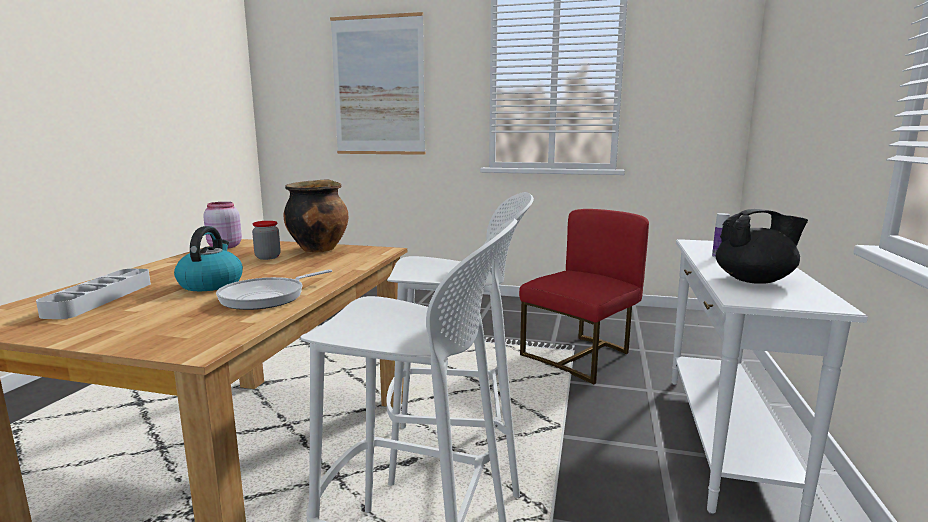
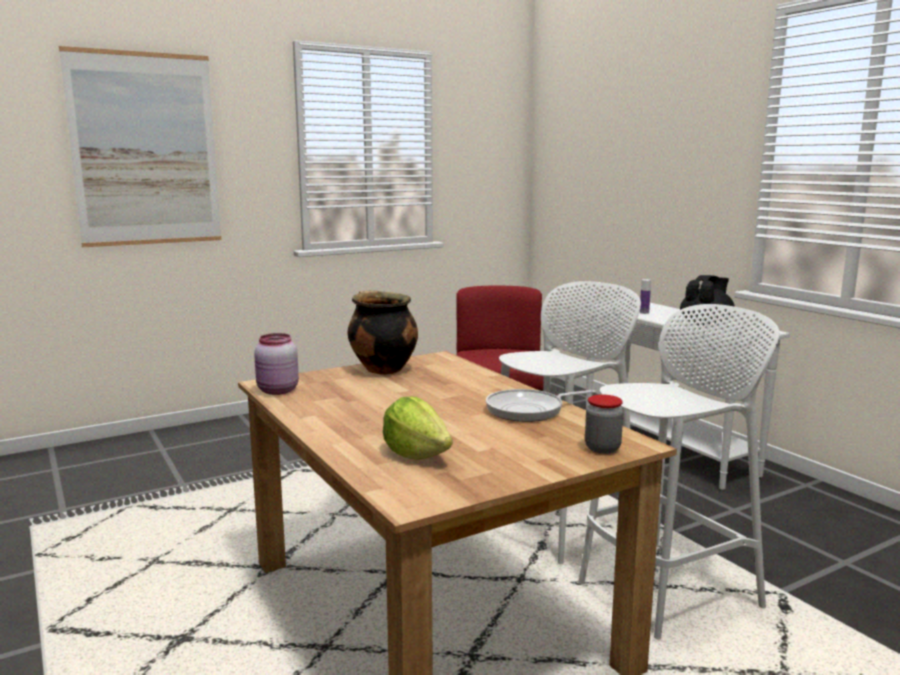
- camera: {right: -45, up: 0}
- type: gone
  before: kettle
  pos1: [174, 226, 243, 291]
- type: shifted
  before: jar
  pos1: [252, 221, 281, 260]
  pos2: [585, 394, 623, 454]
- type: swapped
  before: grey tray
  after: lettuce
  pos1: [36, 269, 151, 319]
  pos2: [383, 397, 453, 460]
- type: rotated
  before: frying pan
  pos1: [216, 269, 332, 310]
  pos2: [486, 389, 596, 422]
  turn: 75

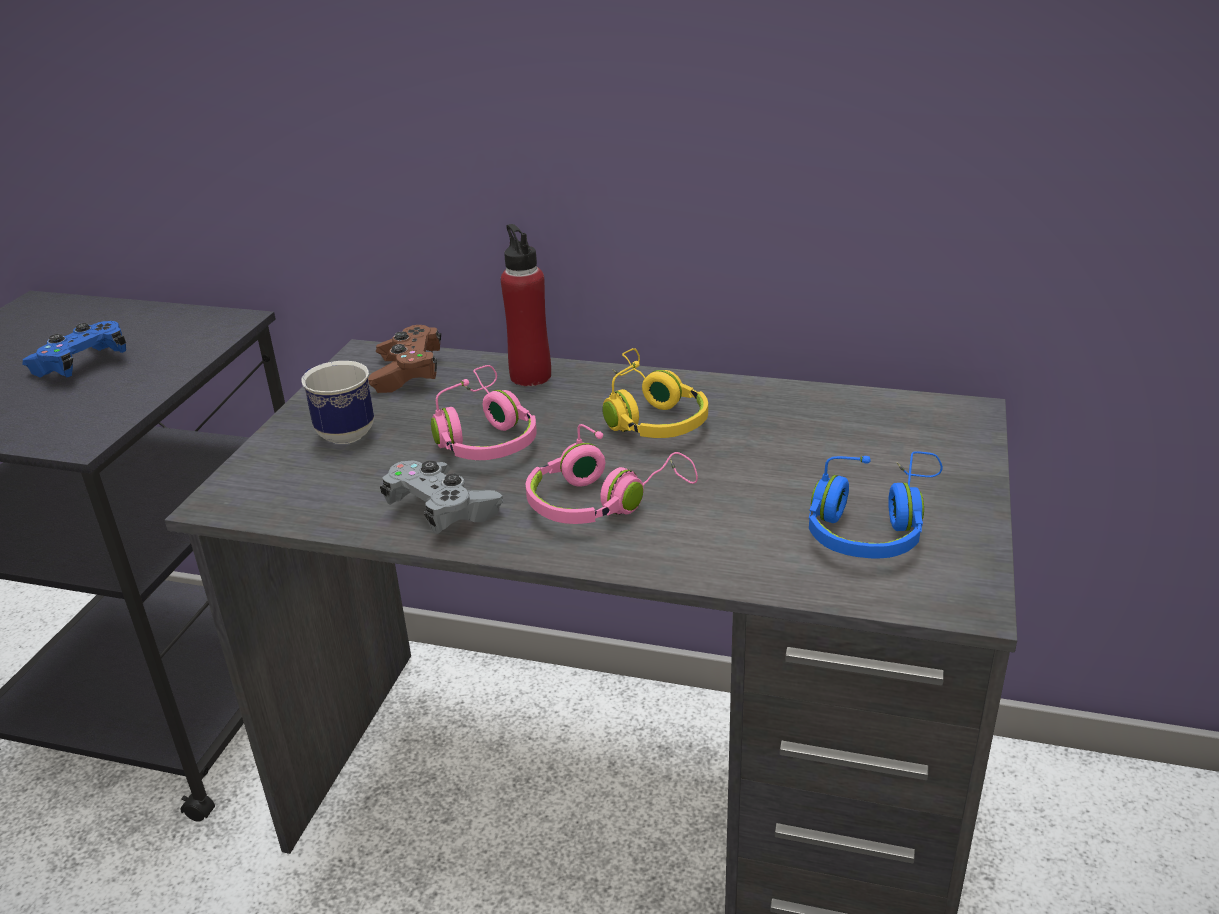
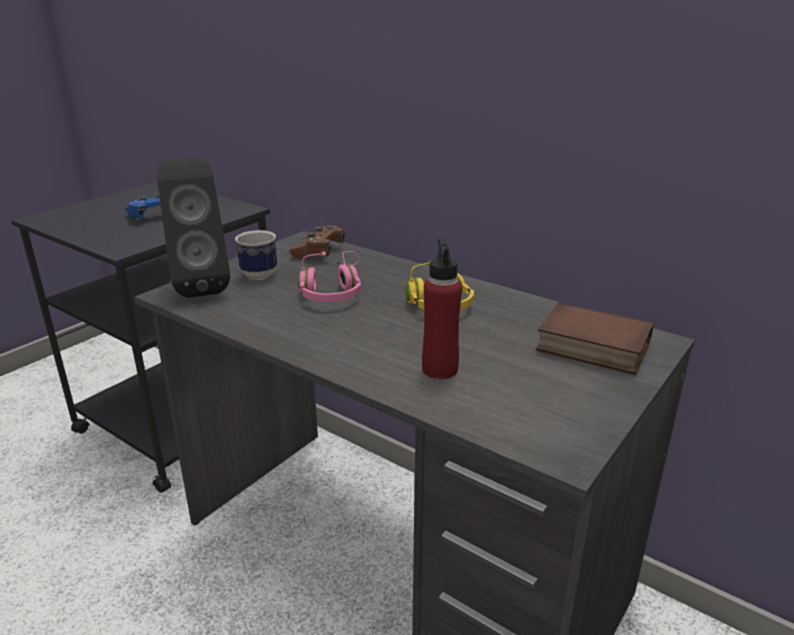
- camera: {right: 20, up: -5}
- type: gone
  before: grey game controller
  pos1: [380, 460, 503, 534]
- type: gone
  before: pink headphones
  pos1: [526, 424, 698, 524]
- type: gone
  before: blue headphones
  pos1: [809, 451, 943, 558]
- type: new
  after: black speaker
  pos2: [157, 158, 230, 298]
- type: new
  after: book
  pos2: [536, 302, 653, 375]
- type: shifted
  before: red bottle
  pos1: [501, 224, 551, 386]
  pos2: [422, 238, 462, 379]

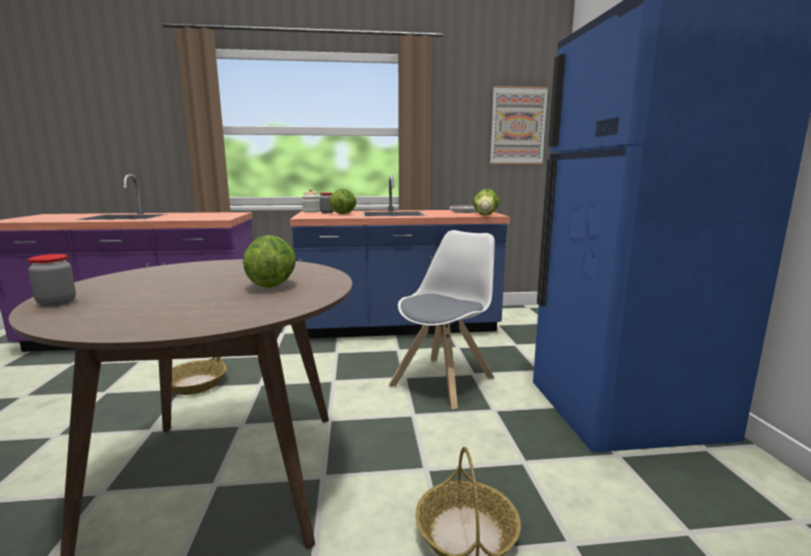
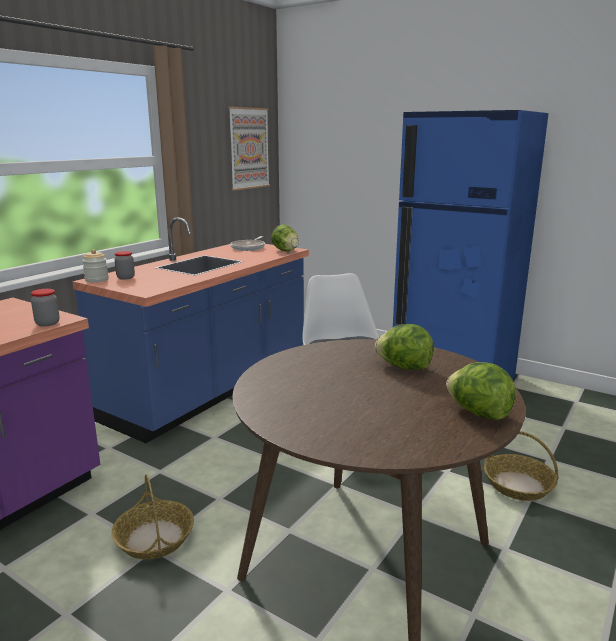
- camera: {right: -50, up: 5}
- type: shifted
  before: jar
  pos1: [28, 254, 76, 307]
  pos2: [31, 289, 60, 326]
- type: shifted
  before: lettuce
  pos1: [329, 188, 356, 214]
  pos2: [446, 362, 516, 420]

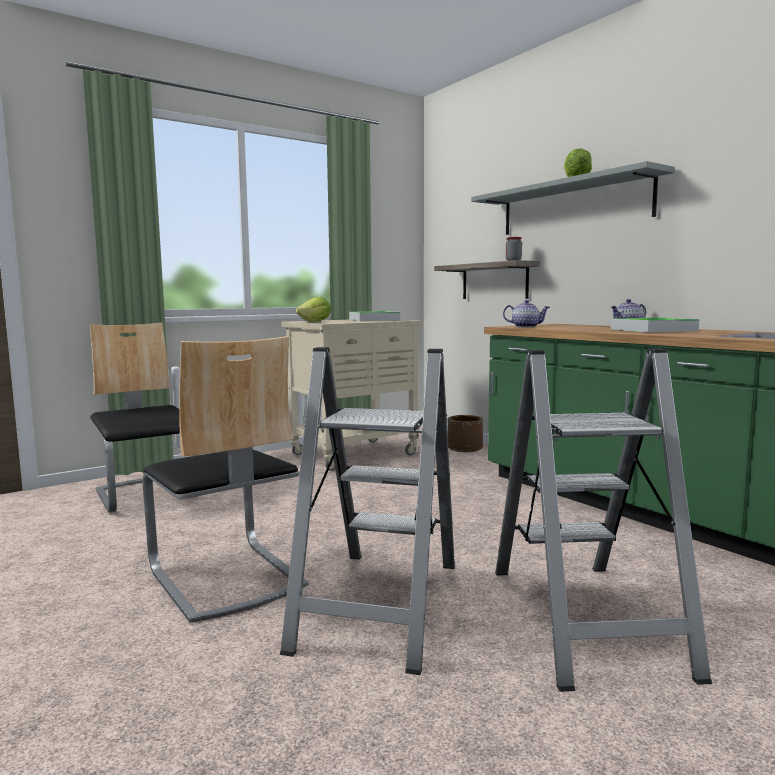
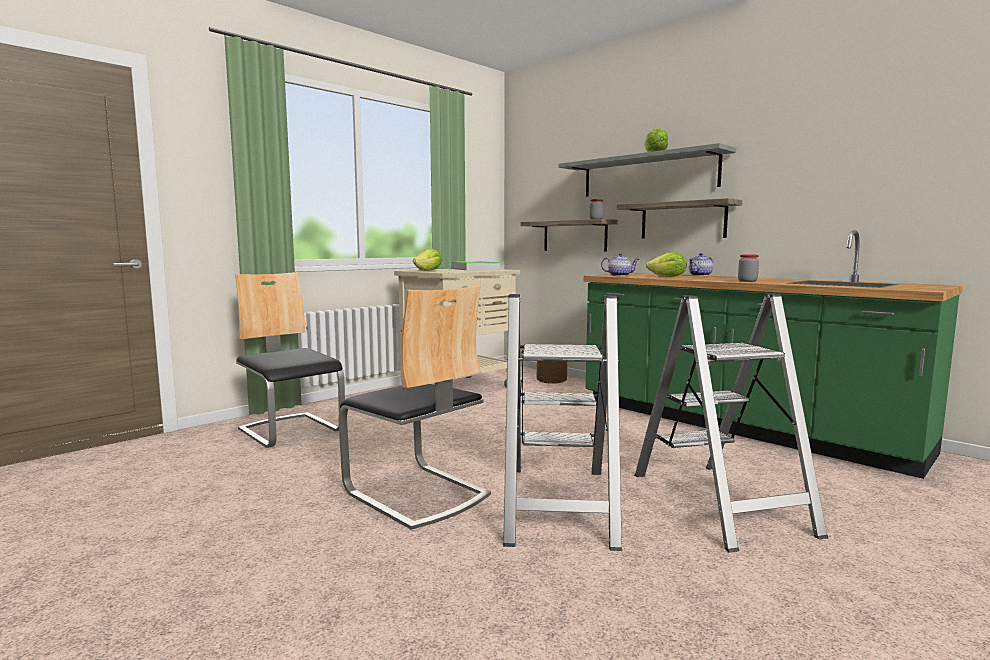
- camera: {right: -10, up: 0}
- type: gone
  before: tray
  pos1: [611, 318, 699, 333]
- type: new
  after: shelf
  pos2: [617, 198, 742, 239]
- type: new
  after: lettuce
  pos2: [646, 252, 687, 277]
- type: new
  after: jar
  pos2: [738, 254, 759, 282]

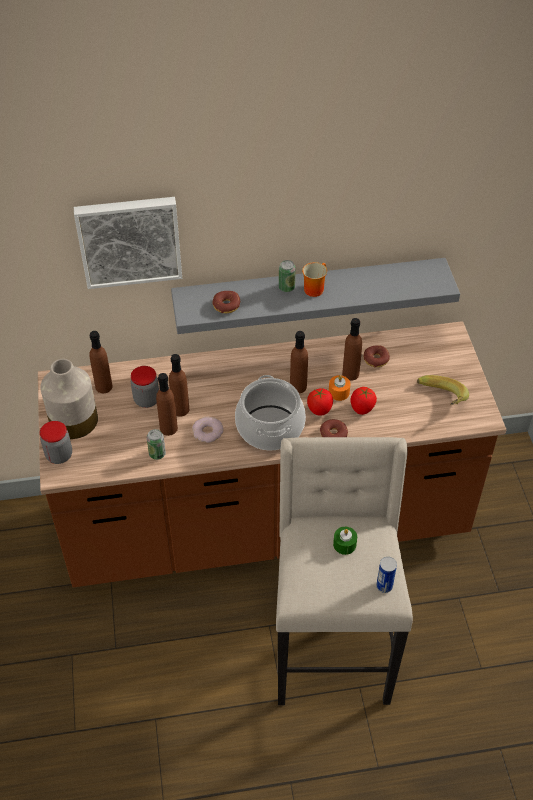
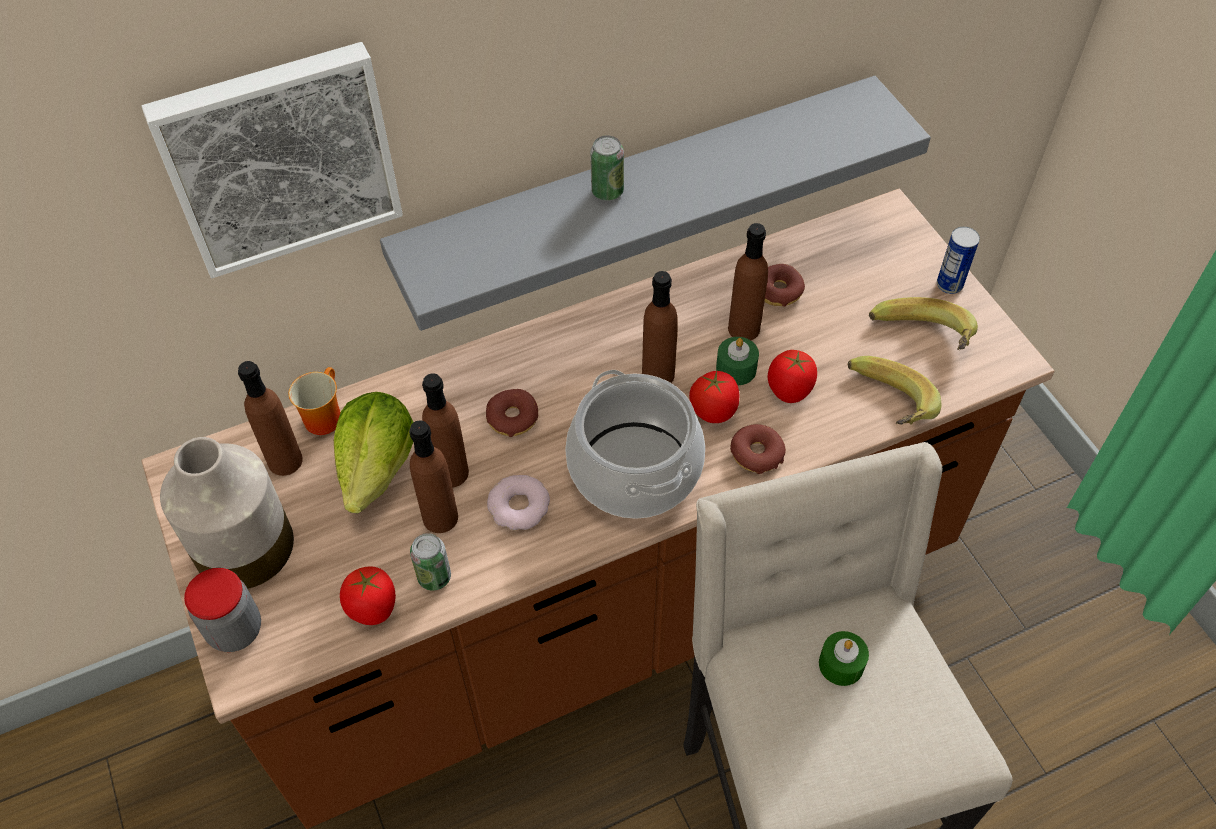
- camera: {right: -15, up: 5}
- type: new
  after: tomato
  pos2: [340, 566, 396, 625]
- type: new
  after: banana
  pos2: [848, 356, 942, 425]
- type: shifted
  before: donut
  pos1: [212, 291, 240, 313]
  pos2: [486, 389, 538, 437]
- type: shifted
  before: mug
  pos1: [302, 262, 327, 297]
  pos2: [288, 367, 341, 435]
- type: shifted
  before: can
  pos1: [376, 557, 397, 593]
  pos2: [937, 227, 980, 294]
- type: swapped
  before: jar
  after: lettuce
  pos1: [131, 366, 159, 408]
  pos2: [334, 392, 414, 513]
- type: repainted
  before: orange candle
  after: green candle
  pos1: [329, 375, 351, 401]
  pos2: [716, 337, 759, 385]

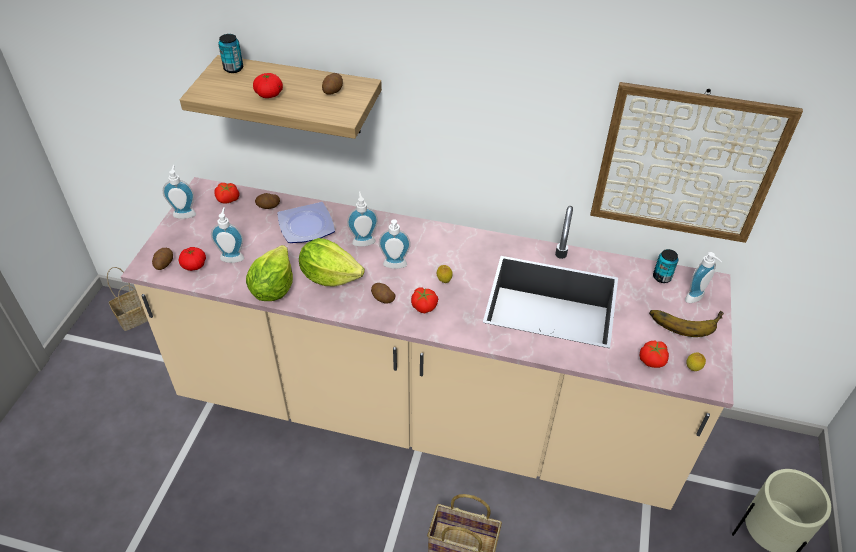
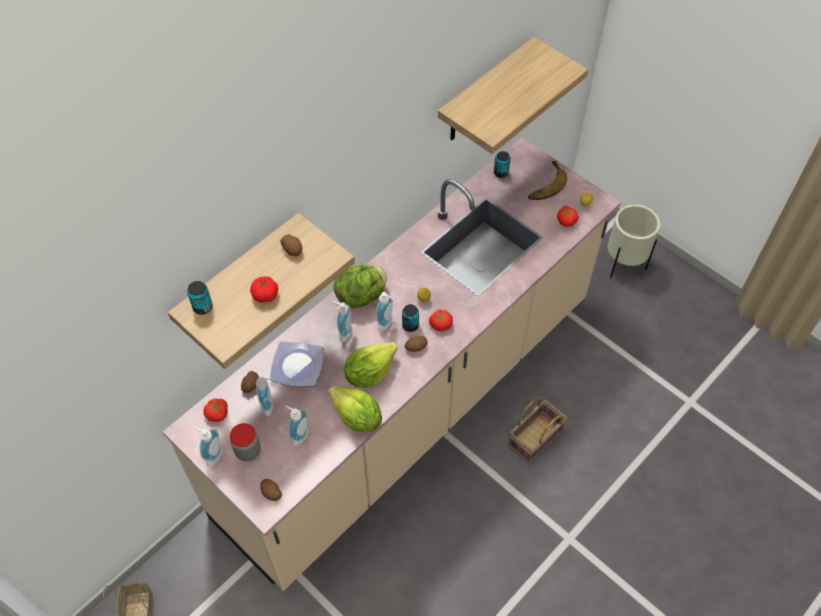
- camera: {right: -60, up: 10}
- type: gone
  before: tomato
  pos1: [179, 247, 206, 271]
- type: new
  after: jar
  pos2: [230, 423, 261, 462]
- type: new
  after: lettuce
  pos2: [333, 265, 387, 309]
- type: new
  after: can
  pos2: [402, 304, 419, 332]
- type: shifted
  before: soap dispenser
  pos1: [685, 252, 722, 303]
  pos2: [256, 377, 273, 416]
- type: swapped
  before: picture
  after: shelf
  pos1: [590, 82, 803, 243]
  pos2: [438, 37, 588, 154]

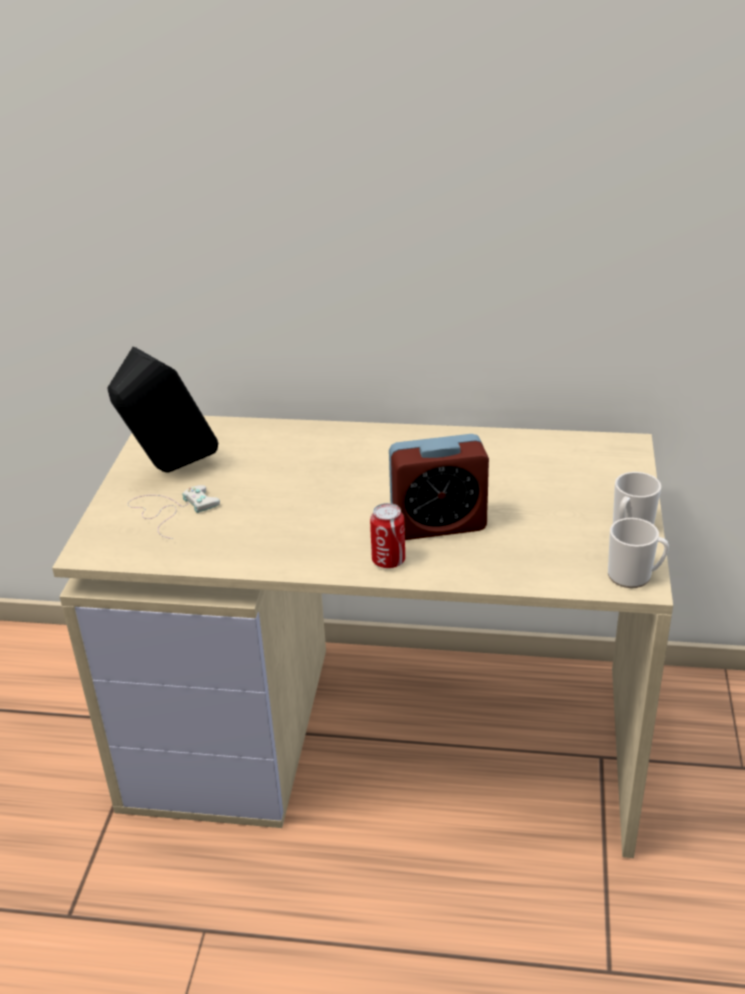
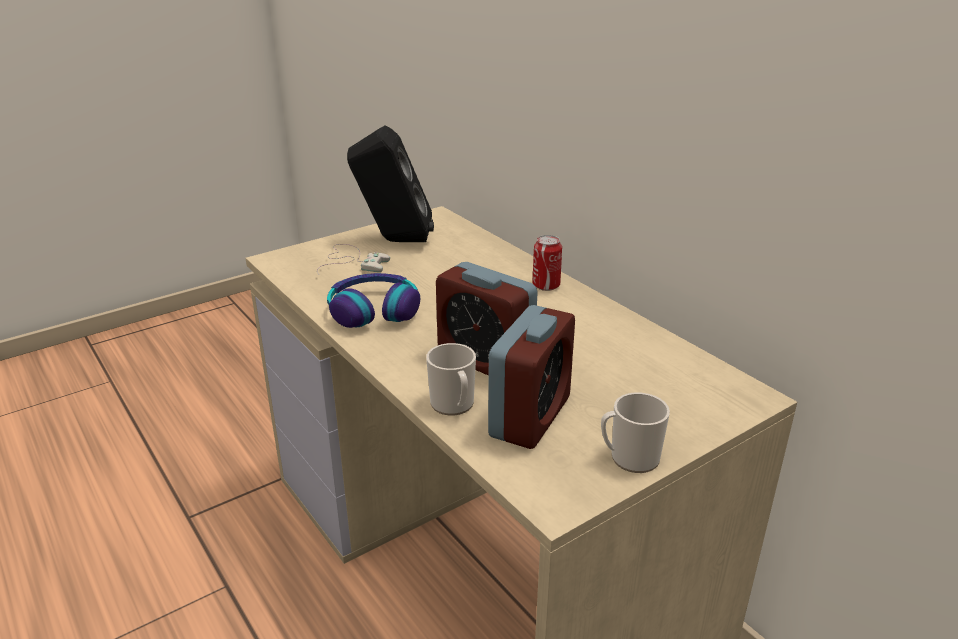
- camera: {right: 45, up: -5}
- type: new
  after: headphones
  pos2: [327, 273, 420, 328]
- type: new
  after: alarm clock
  pos2: [488, 305, 575, 449]
- type: shifted
  before: can
  pos1: [370, 503, 405, 568]
  pos2: [532, 235, 562, 291]
- type: shifted
  before: mug
  pos1: [608, 518, 669, 588]
  pos2: [426, 343, 476, 416]

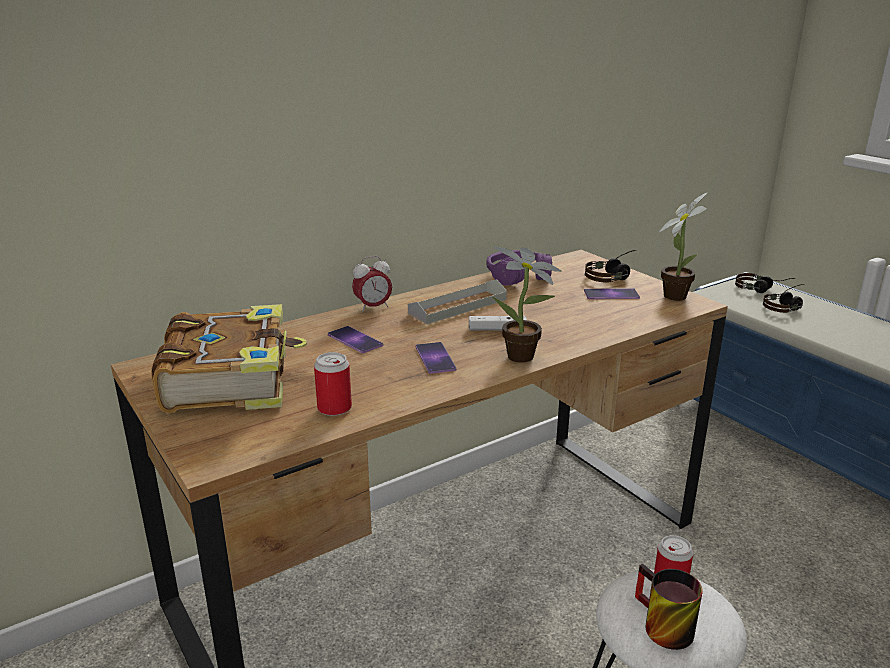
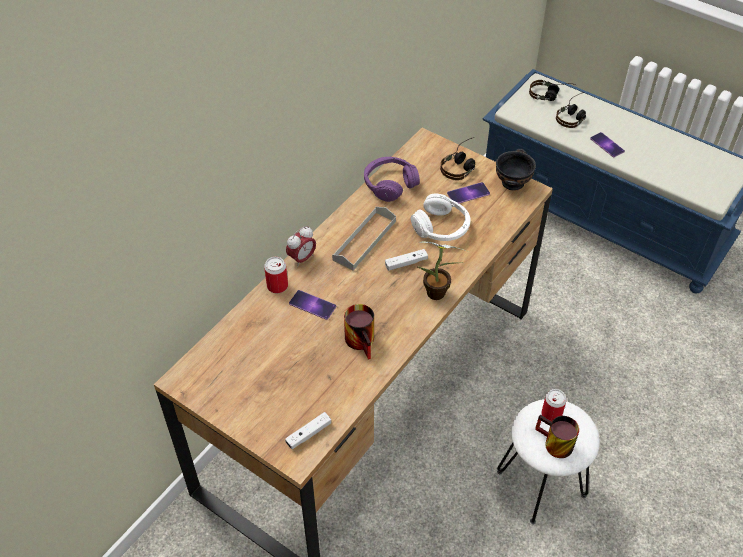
- camera: {right: -20, up: 25}
- type: gone
  before: book
  pos1: [151, 304, 307, 413]
- type: new
  after: white game controller
  pos2: [285, 412, 331, 449]
- type: new
  after: mug
  pos2: [344, 304, 374, 359]
- type: new
  after: white headphones
  pos2: [411, 193, 471, 241]
- type: shifted
  before: can
  pos1: [314, 352, 352, 416]
  pos2: [264, 257, 288, 293]
- type: shifted
  before: phone
  pos1: [416, 342, 456, 374]
  pos2: [590, 132, 625, 157]
- type: swapped
  before: potted plant
  after: black bowl
  pos1: [659, 192, 708, 301]
  pos2: [496, 149, 536, 191]

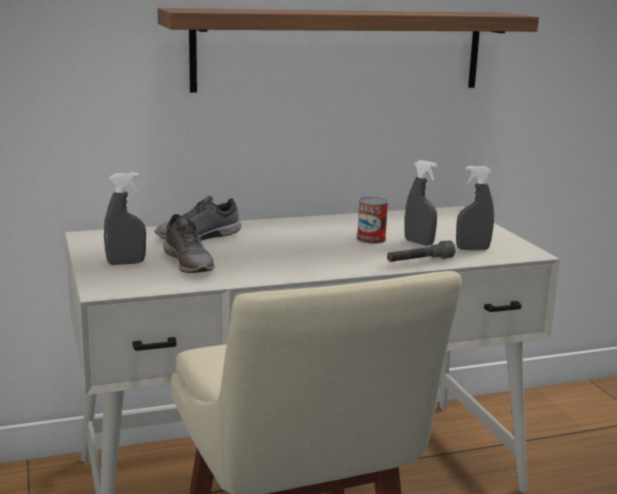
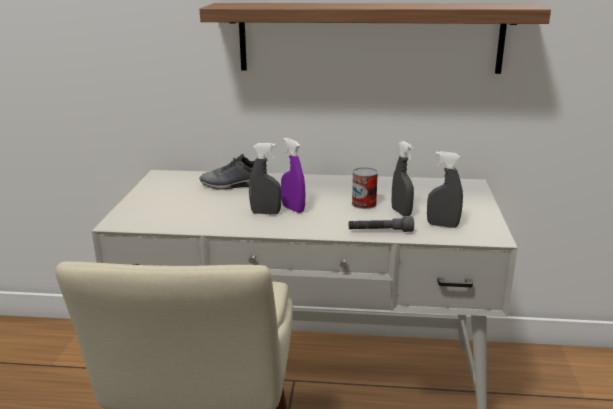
- camera: {right: 25, up: 5}
- type: gone
  before: grey shoe
  pos1: [163, 214, 215, 273]
- type: new
  after: purple spray bottle
  pos2: [281, 138, 305, 213]
- type: shifted
  before: grey spray bottle
  pos1: [104, 172, 146, 265]
  pos2: [249, 143, 281, 215]

